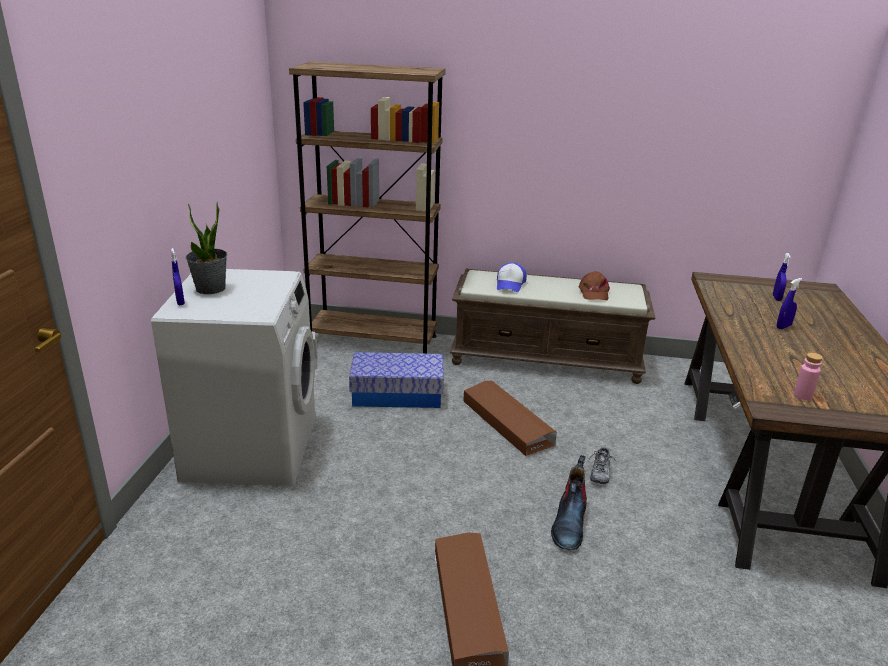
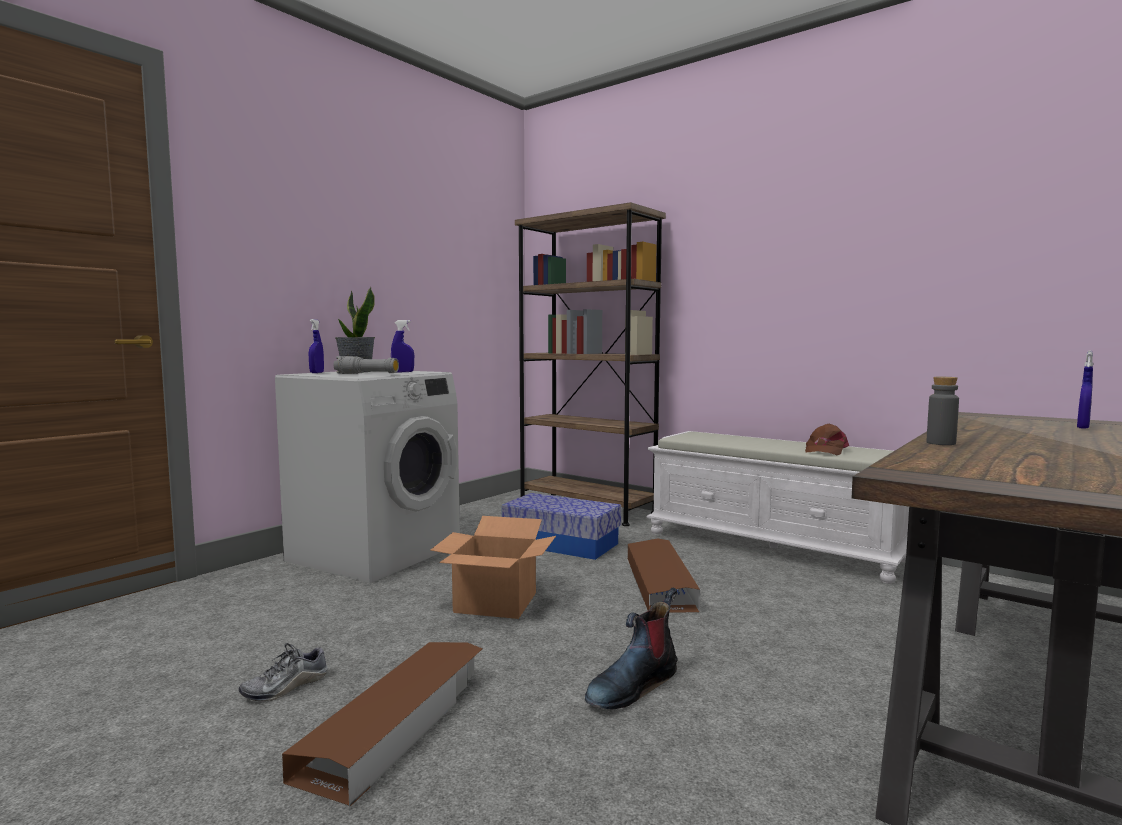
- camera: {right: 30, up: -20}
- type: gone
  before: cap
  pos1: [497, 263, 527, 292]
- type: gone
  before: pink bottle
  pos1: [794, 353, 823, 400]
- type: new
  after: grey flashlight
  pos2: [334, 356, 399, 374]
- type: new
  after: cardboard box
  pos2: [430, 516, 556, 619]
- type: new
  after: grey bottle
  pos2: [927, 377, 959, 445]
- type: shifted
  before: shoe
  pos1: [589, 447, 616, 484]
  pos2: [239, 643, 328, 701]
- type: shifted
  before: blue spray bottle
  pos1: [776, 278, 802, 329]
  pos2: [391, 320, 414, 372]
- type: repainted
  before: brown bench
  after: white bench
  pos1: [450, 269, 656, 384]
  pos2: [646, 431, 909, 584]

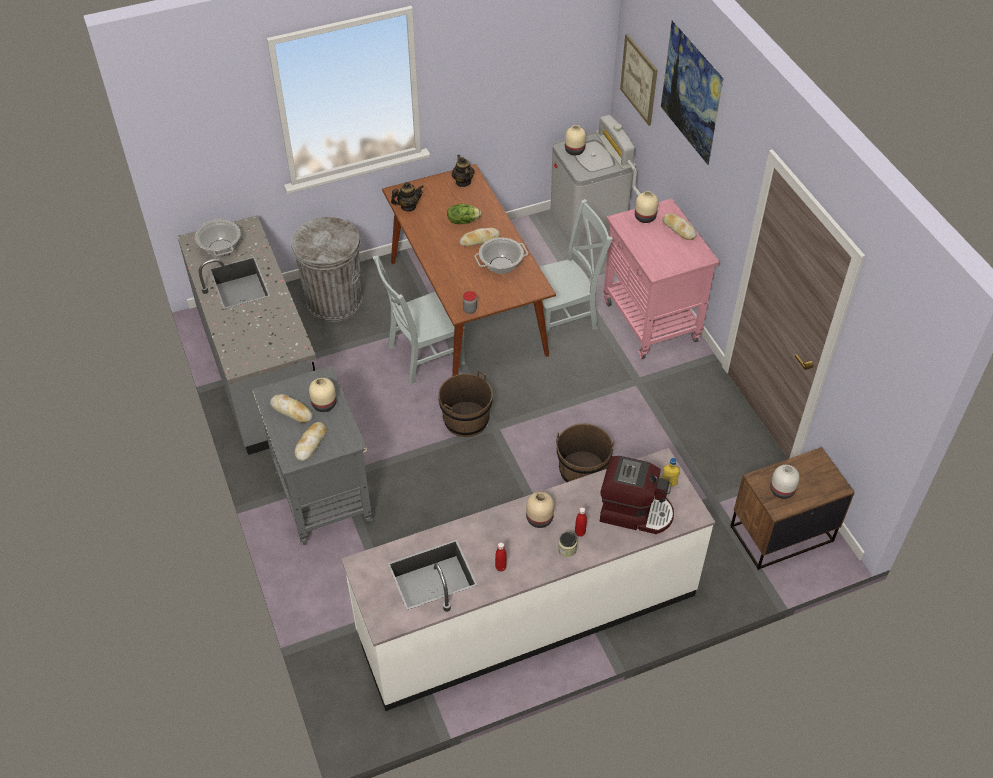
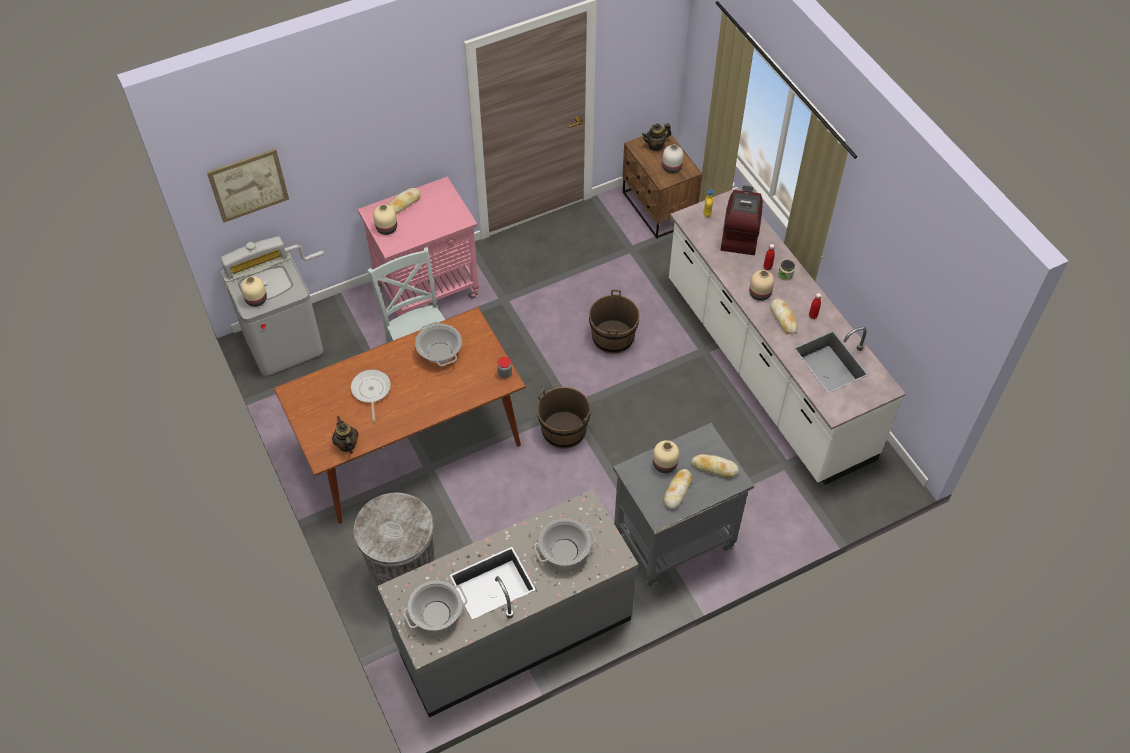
- camera: {right: -95, up: 5}
- type: gone
  before: grey chair
  pos1: [373, 256, 465, 385]
- type: gone
  before: picture
  pos1: [661, 20, 724, 166]
- type: new
  after: cooking pot
  pos2: [533, 519, 596, 566]
- type: shifted
  before: teapot
  pos1: [452, 155, 474, 187]
  pos2: [642, 123, 671, 151]
- type: shifted
  before: bread
  pos1: [460, 228, 500, 247]
  pos2: [770, 299, 798, 334]
- type: swapped
  before: lettuce
  after: frying pan
  pos1: [447, 204, 482, 224]
  pos2: [351, 369, 391, 422]

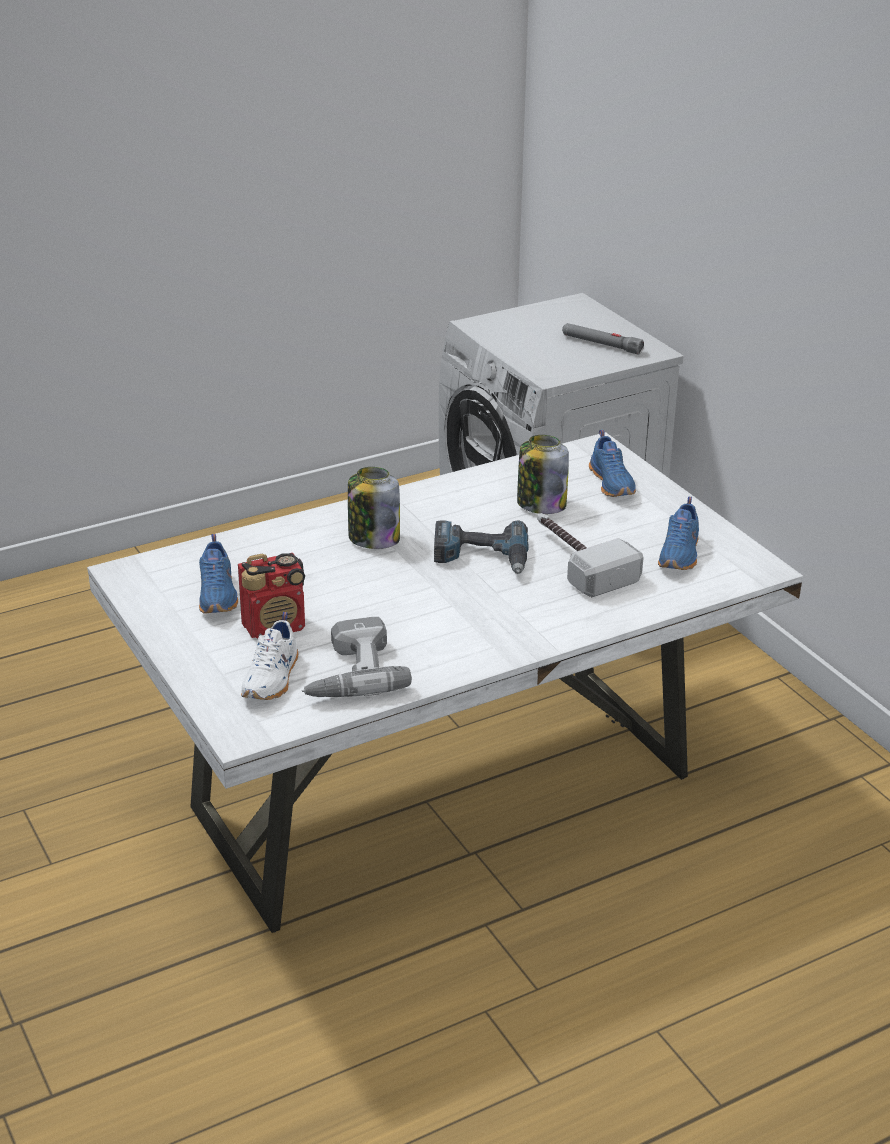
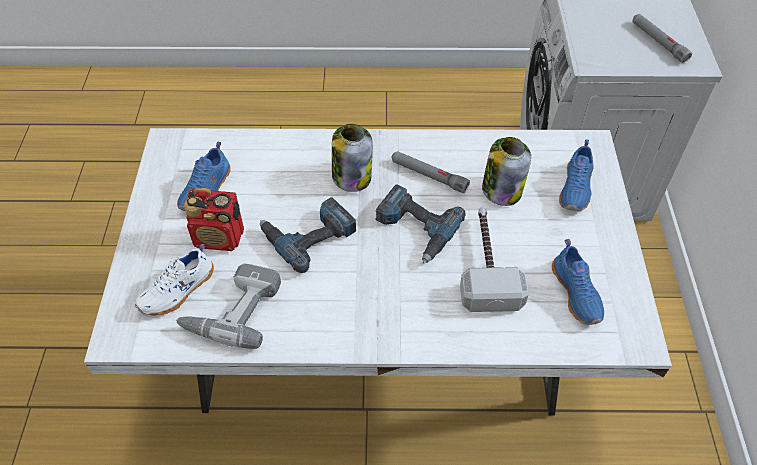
- camera: {right: 30, up: 20}
- type: new
  after: power drill
  pos2: [260, 197, 356, 273]
- type: new
  after: grey flashlight
  pos2: [392, 151, 470, 193]
- type: rotated
  before: blue shoe
  pos1: [658, 496, 699, 570]
  pos2: [552, 239, 604, 325]
  turn: -60

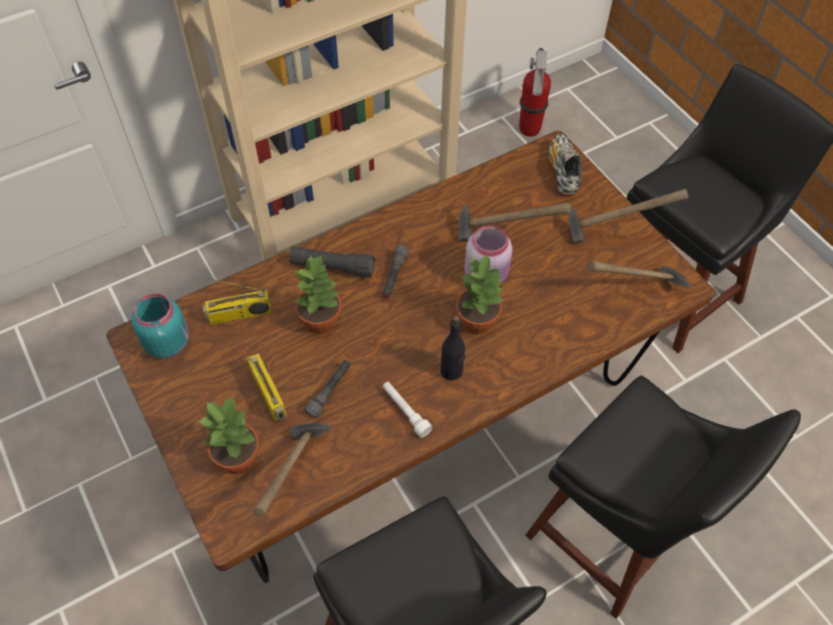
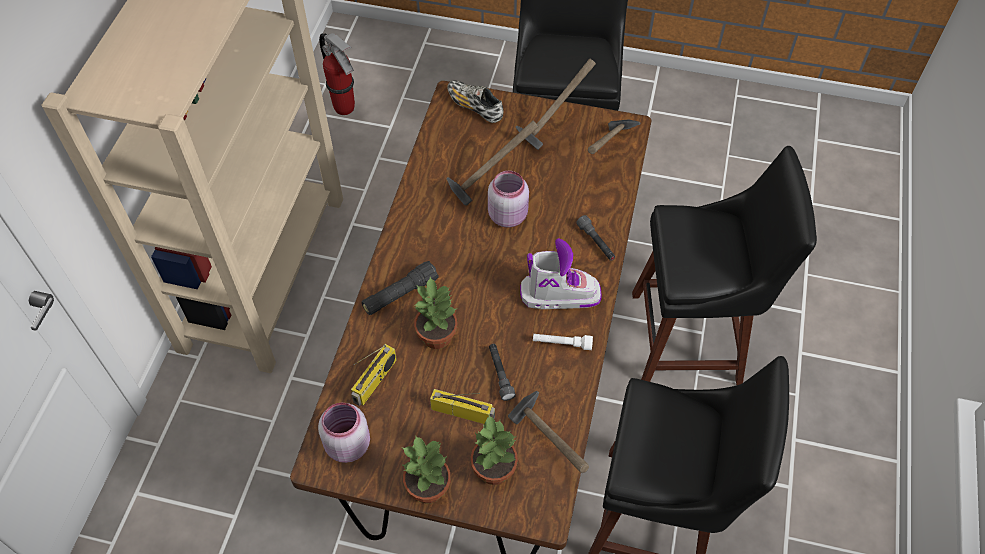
- camera: {right: -45, up: 0}
- type: shifted
  before: grey flashlight
  pos1: [382, 245, 409, 299]
  pos2: [576, 215, 615, 261]
- type: shifted
  before: potted plant
  pos1: [456, 253, 504, 334]
  pos2: [401, 435, 451, 503]
- type: swapped
  before: black bottle
  after: boot
  pos1: [440, 315, 465, 380]
  pos2: [520, 238, 602, 309]
- type: repainted
  before: turquoise jar
  after: pink jar
  pos1: [132, 294, 189, 358]
  pos2: [318, 403, 370, 463]

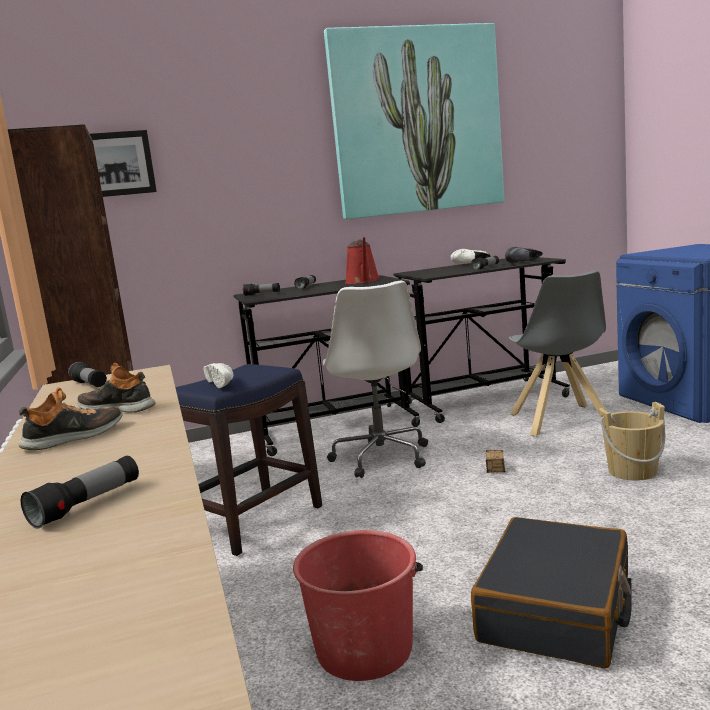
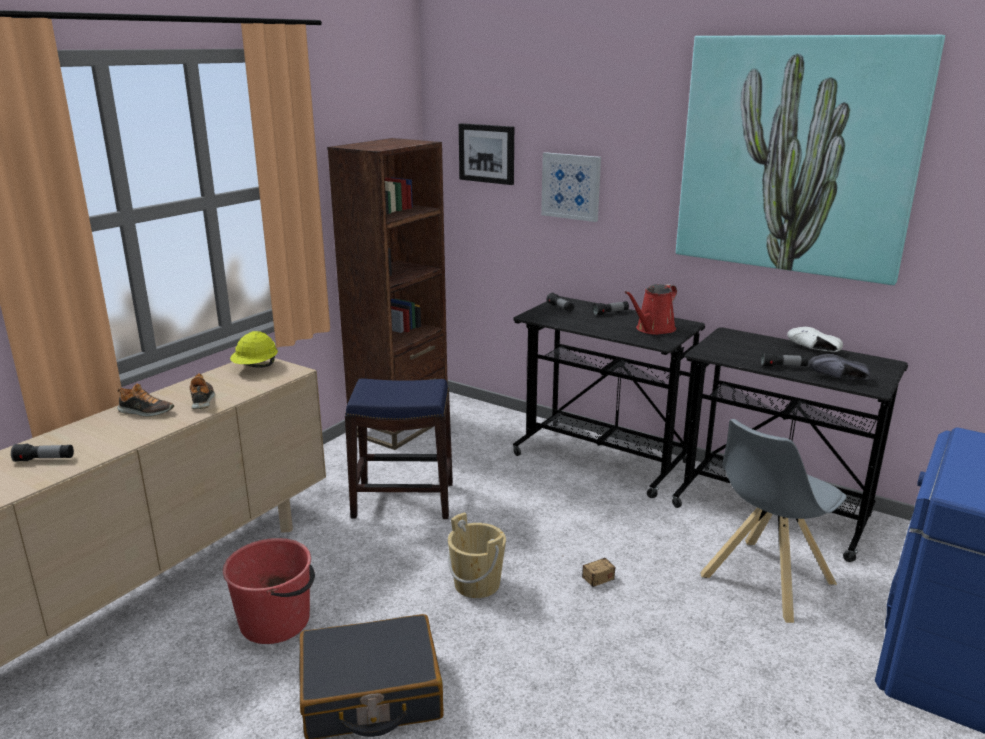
- camera: {right: 50, up: 10}
- type: gone
  before: white shoe
  pos1: [203, 363, 233, 388]
- type: gone
  before: white office chair
  pos1: [323, 281, 428, 478]
- type: new
  after: picture
  pos2: [541, 152, 601, 222]
- type: shifted
  before: beige bucket
  pos1: [599, 402, 665, 480]
  pos2: [448, 512, 506, 598]
- type: swapped
  before: flashlight
  after: yellow hard hat
  pos1: [68, 362, 107, 387]
  pos2: [230, 331, 278, 368]

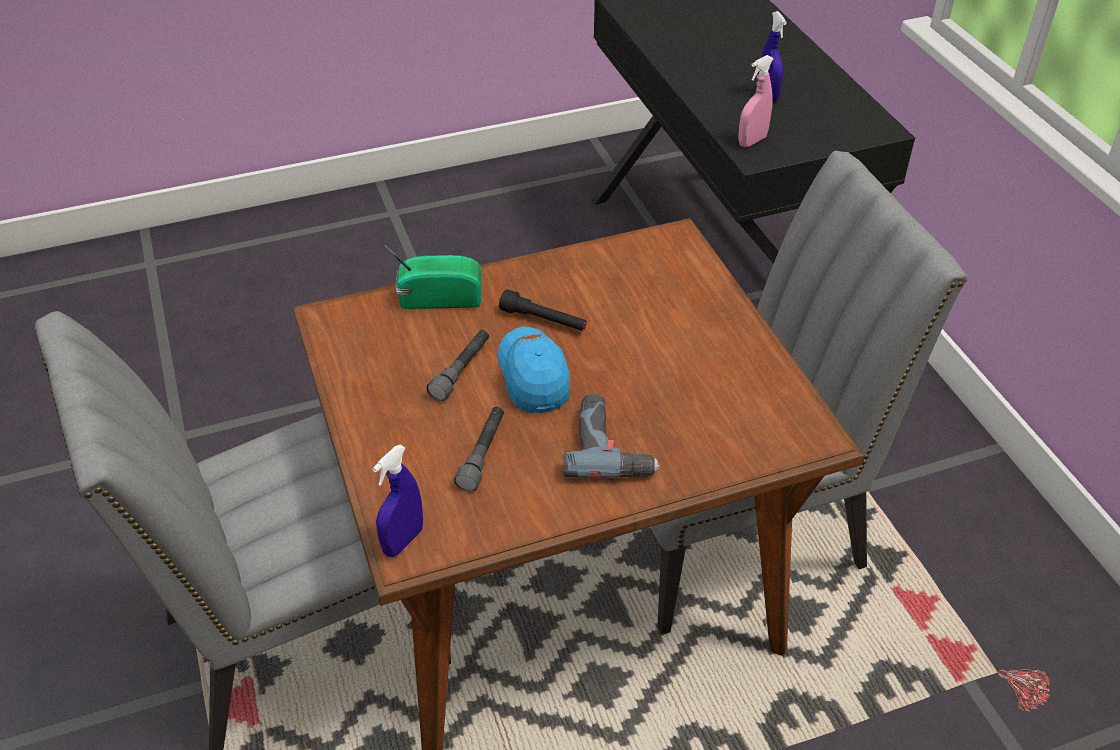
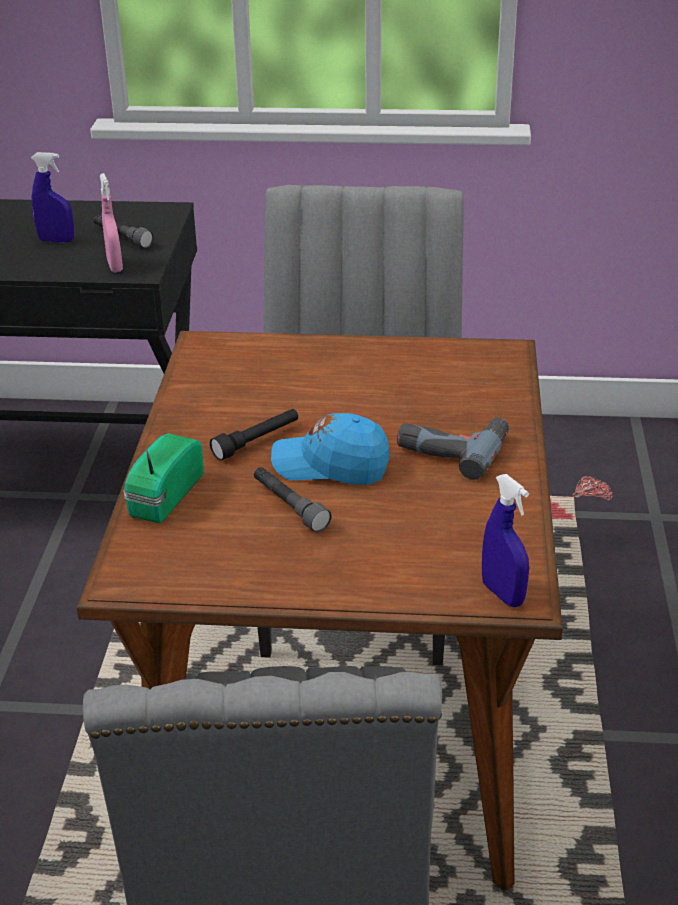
- camera: {right: -65, up: -10}
- type: shifted
  before: grey flashlight
  pos1: [454, 407, 504, 492]
  pos2: [93, 215, 154, 248]

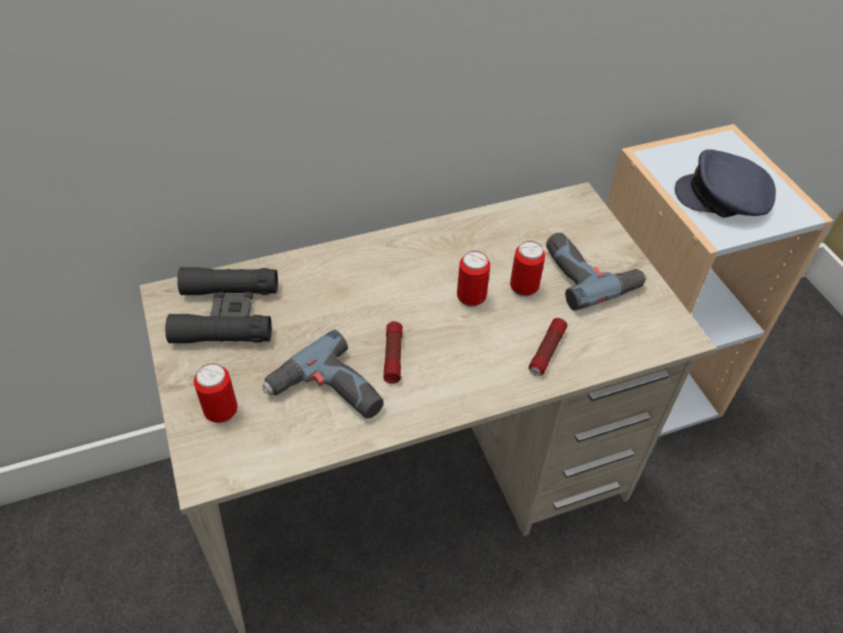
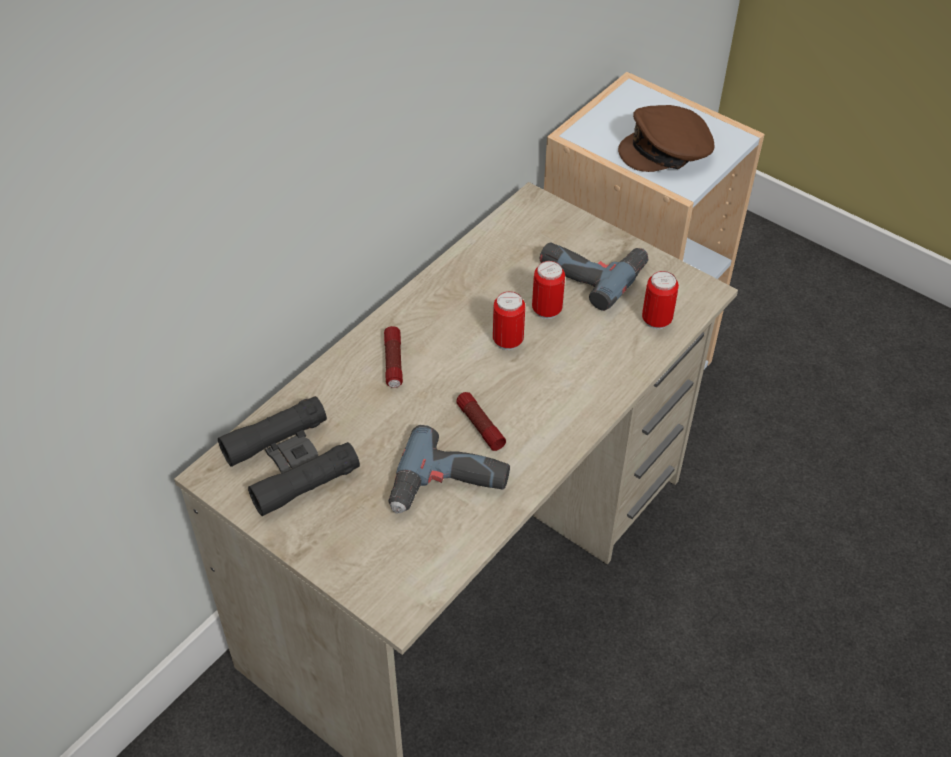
- camera: {right: -30, up: 0}
- type: shifted
  before: can
  pos1: [194, 364, 238, 423]
  pos2: [642, 271, 679, 330]
- type: shifted
  before: flashlight
  pos1: [529, 318, 568, 376]
  pos2: [384, 326, 403, 388]
- type: repainted
  before: grey cap
  after: brown cap
  pos1: [675, 149, 776, 218]
  pos2: [618, 105, 715, 172]

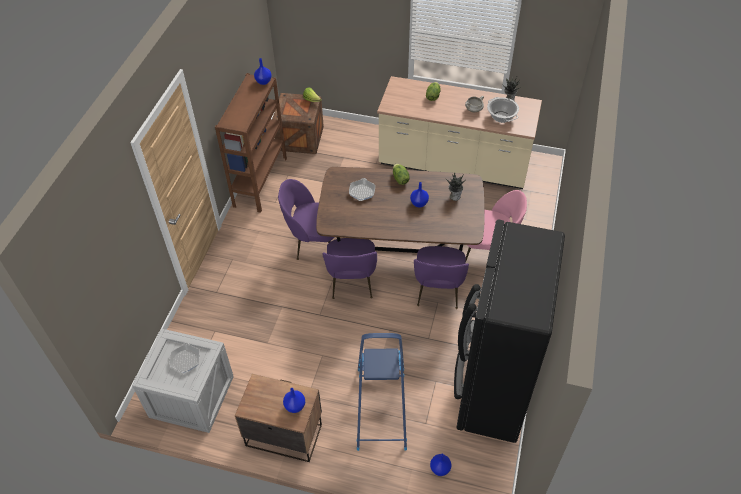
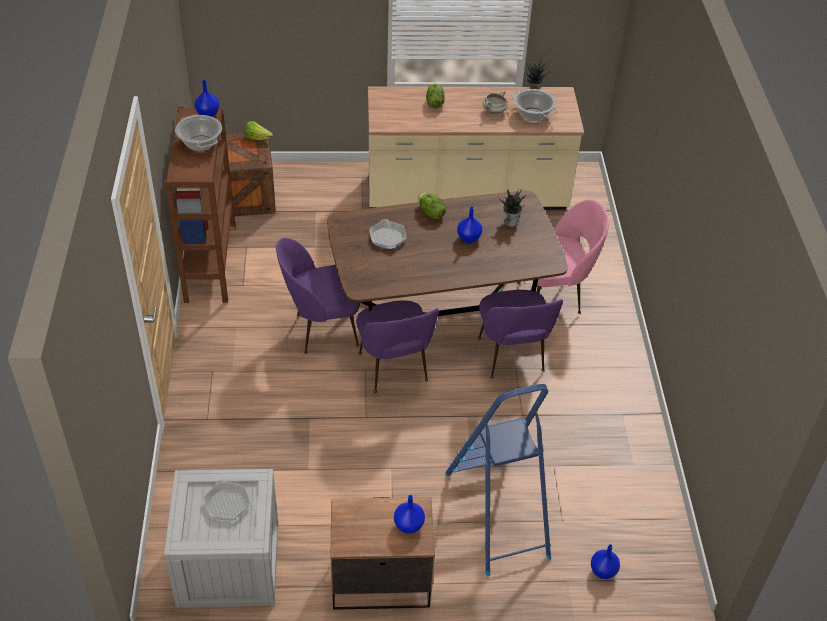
- camera: {right: -20, up: -5}
- type: gone
  before: black fridge
  pos1: [454, 219, 565, 443]
- type: new
  after: cooking pot
  pos2: [175, 114, 222, 151]

